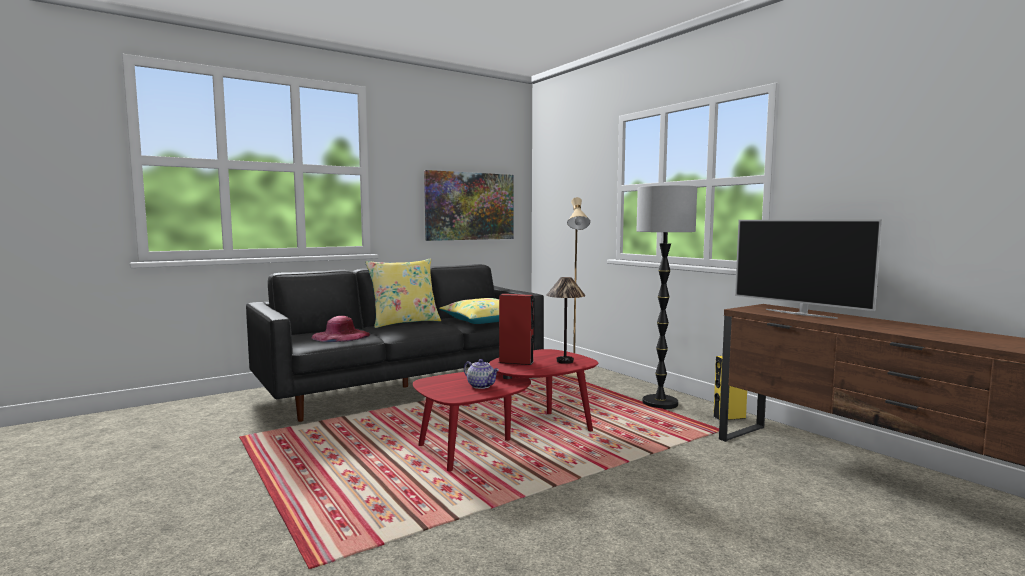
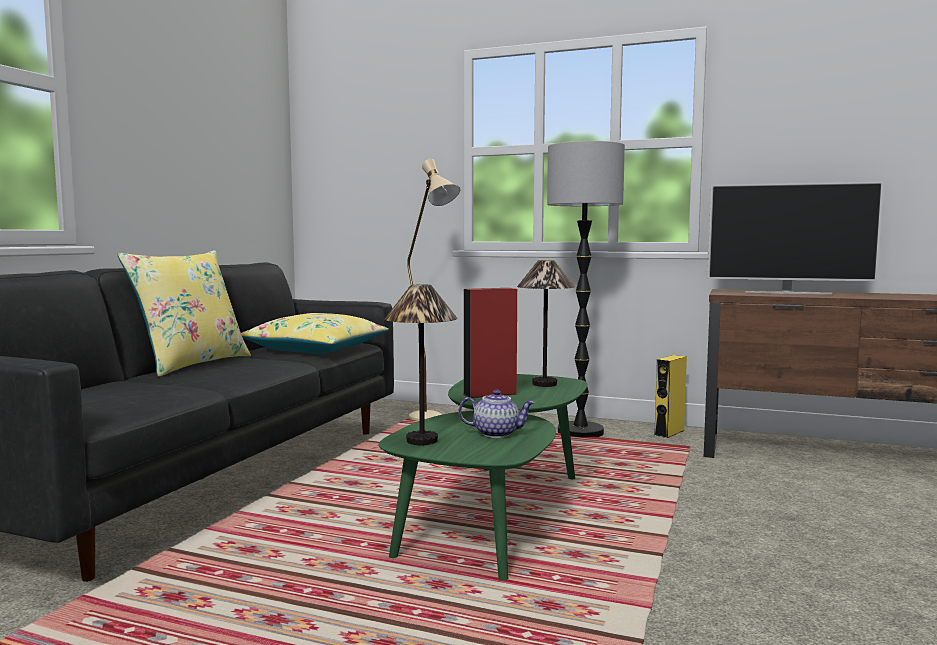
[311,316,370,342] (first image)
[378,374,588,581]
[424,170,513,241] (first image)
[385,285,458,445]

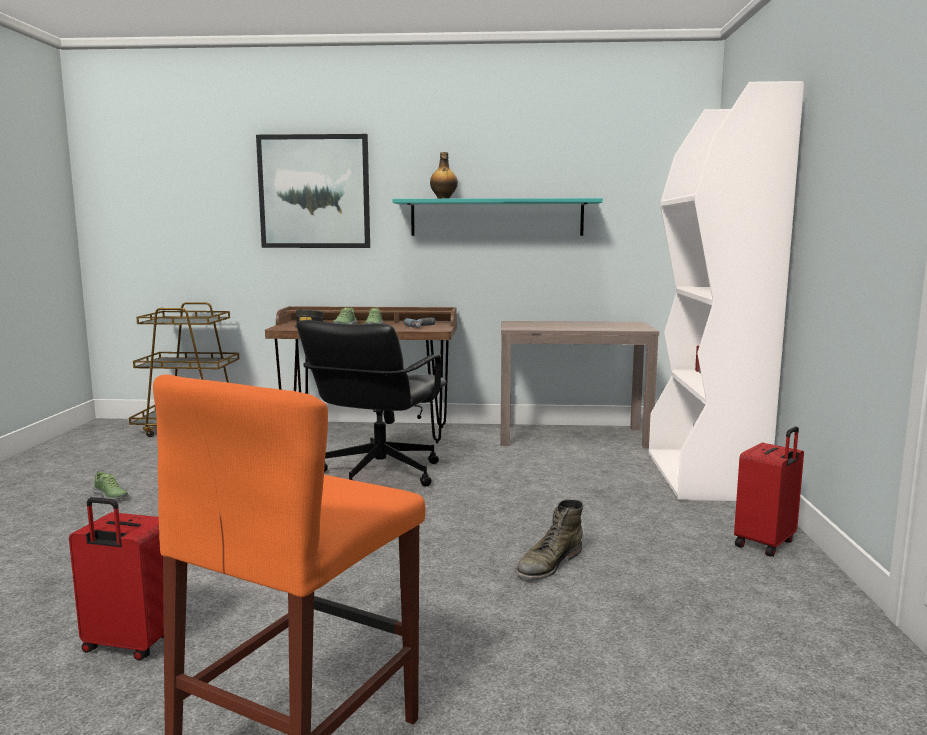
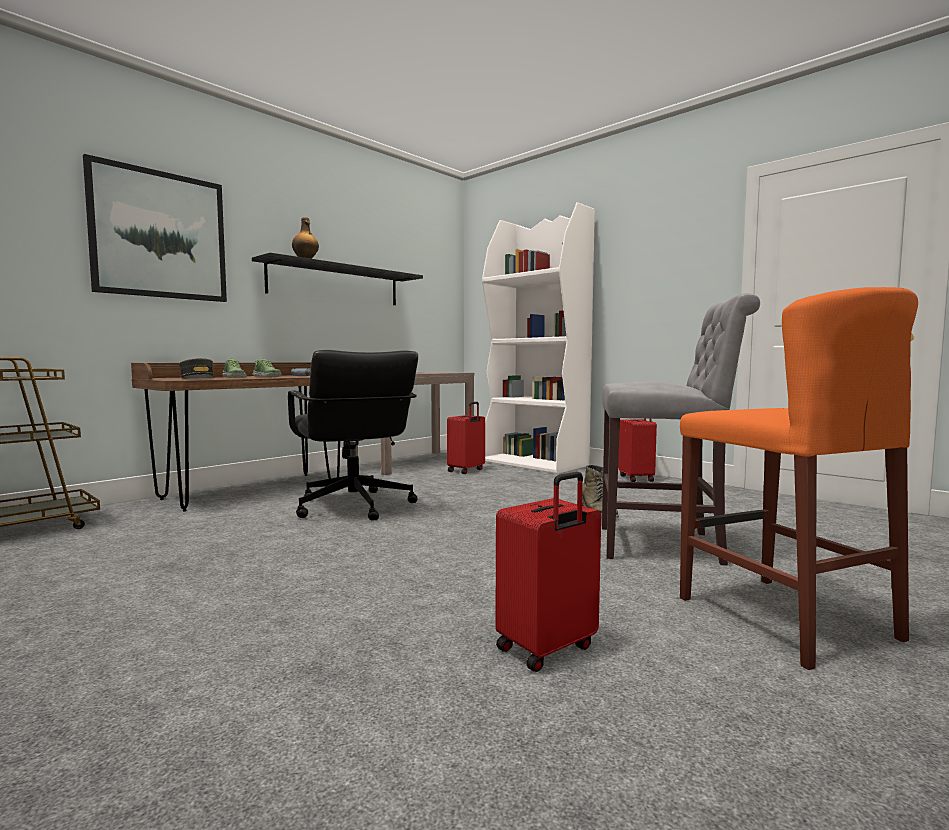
[92,470,129,500] (first image)
[252,253,423,305]
[447,402,485,474]
[602,293,760,566]

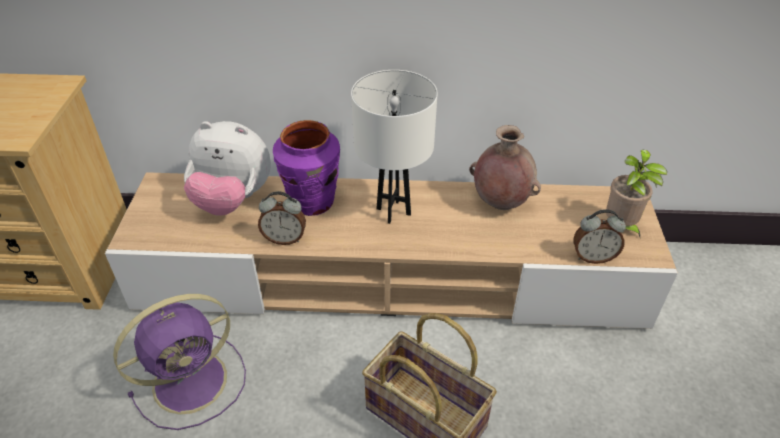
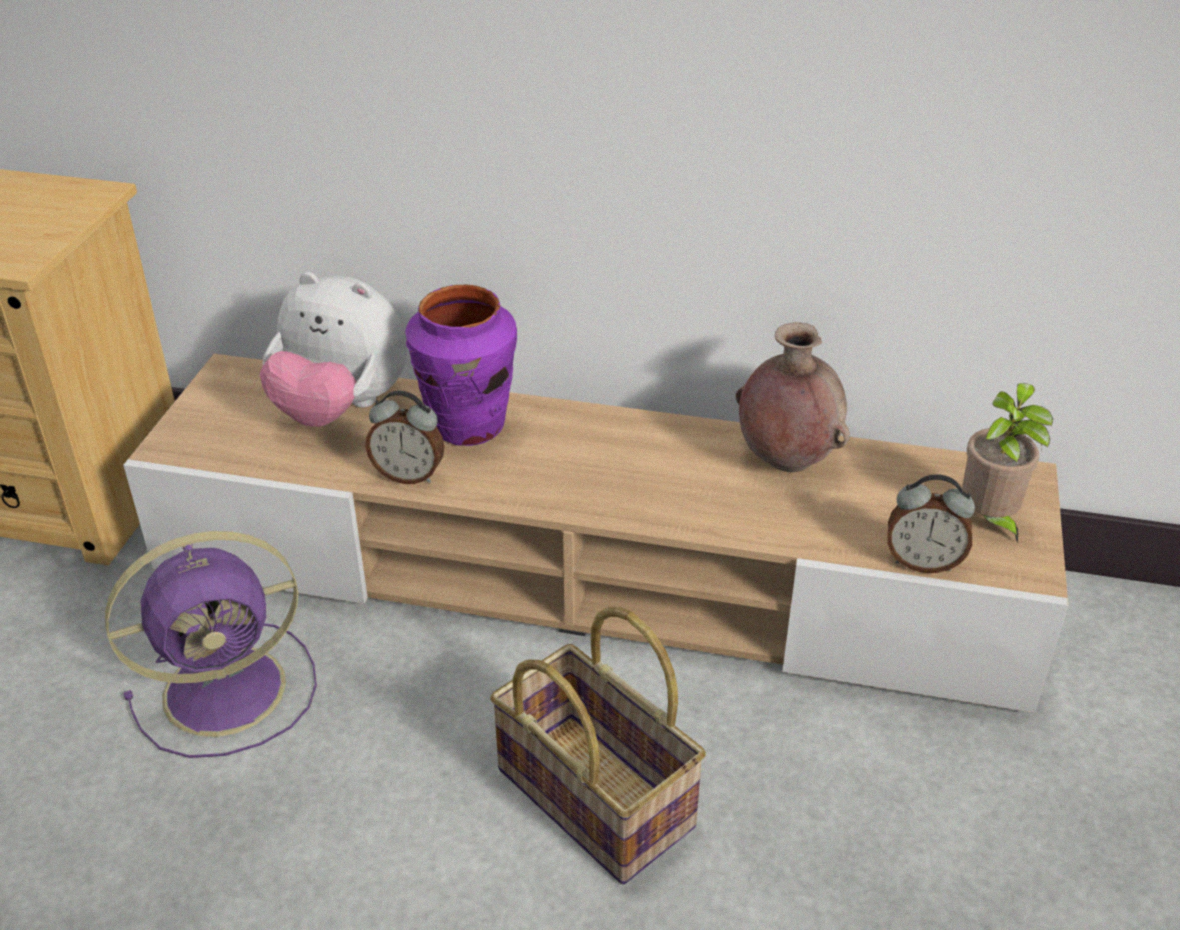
[351,70,438,224] (first image)

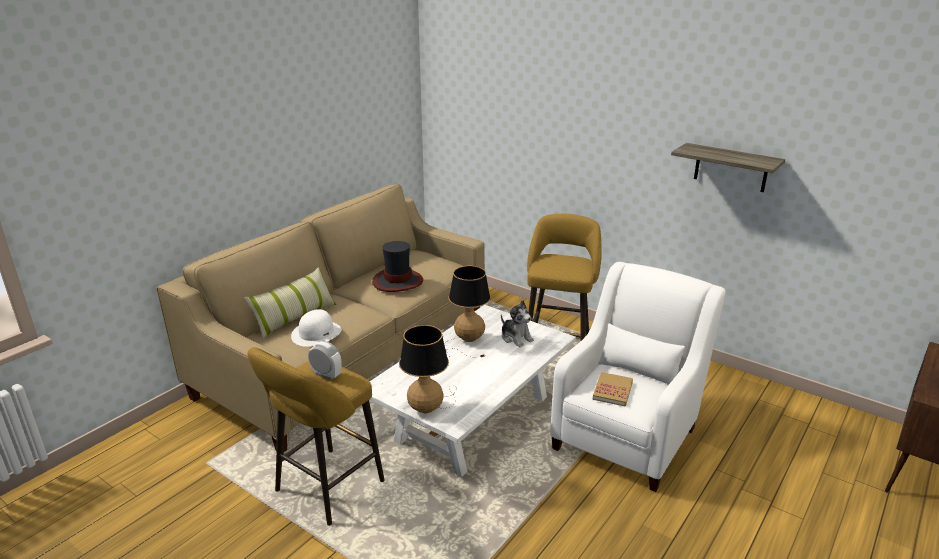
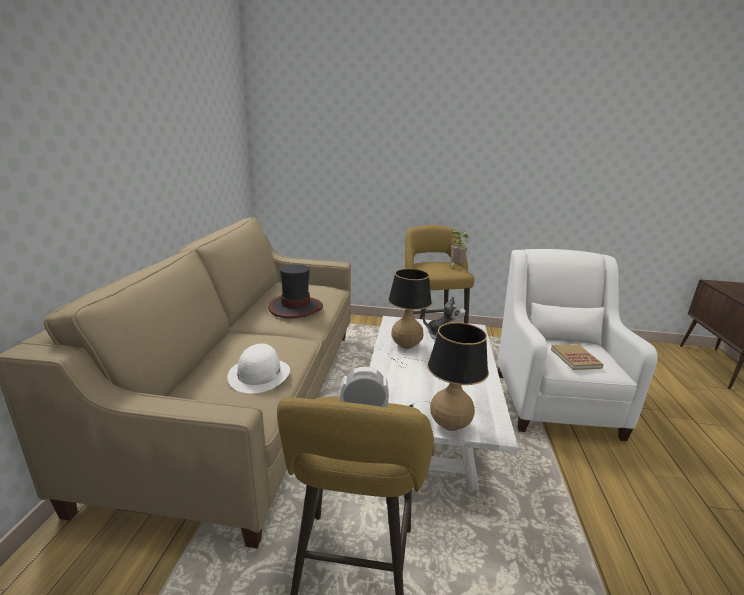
[244,267,336,339] (first image)
[671,143,785,192] (first image)
[450,230,468,267]

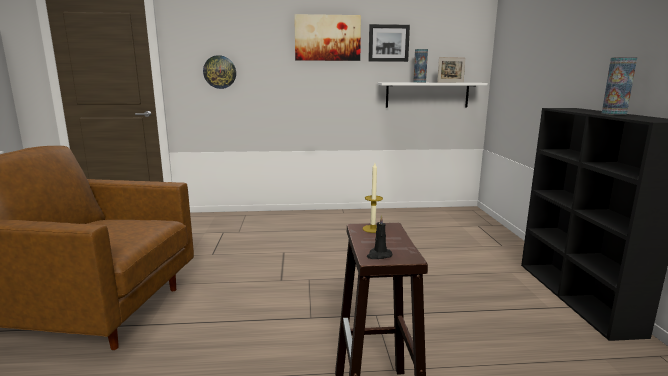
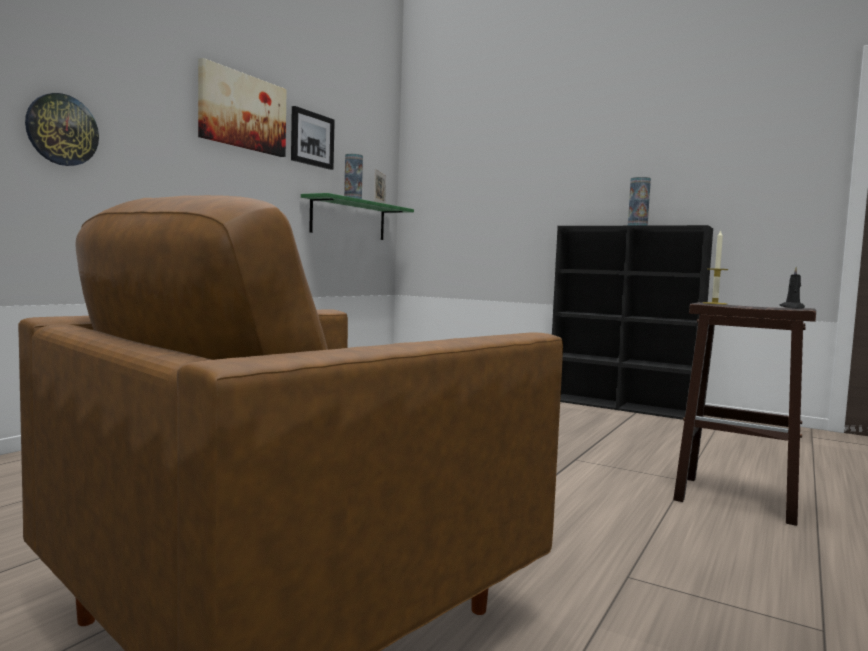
[301,193,414,240]

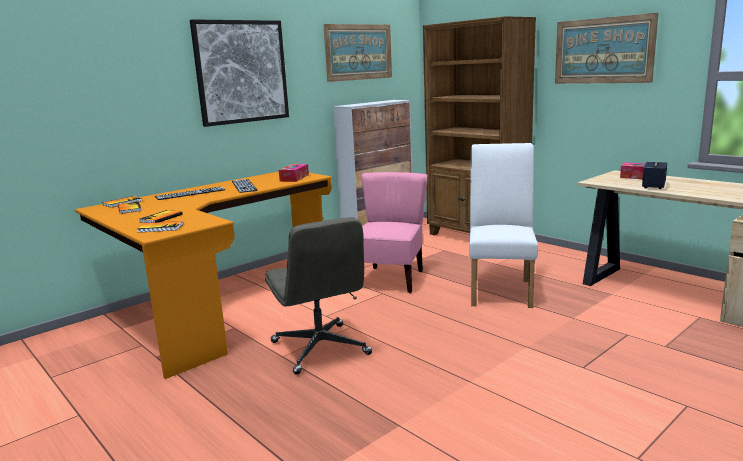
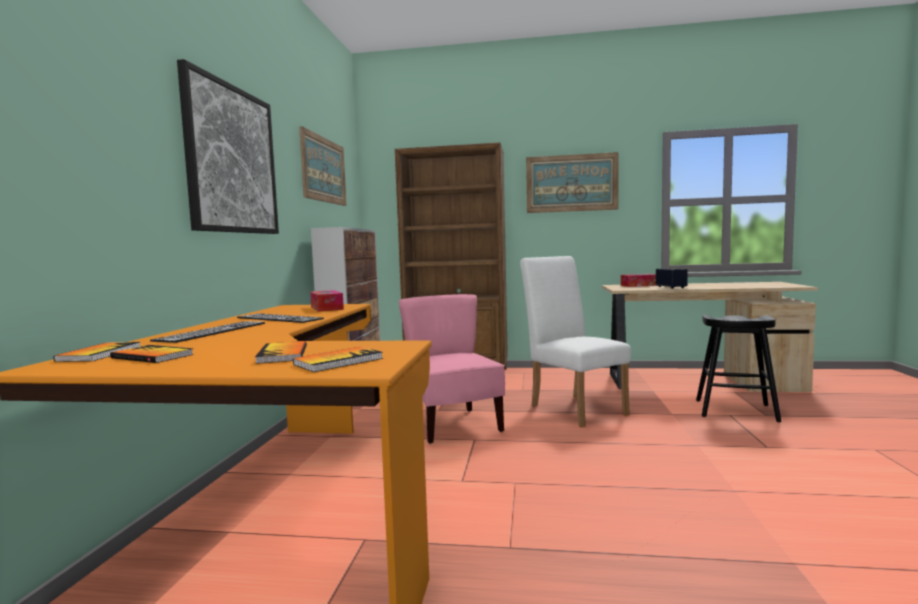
[265,217,372,375] (first image)
[696,314,781,423]

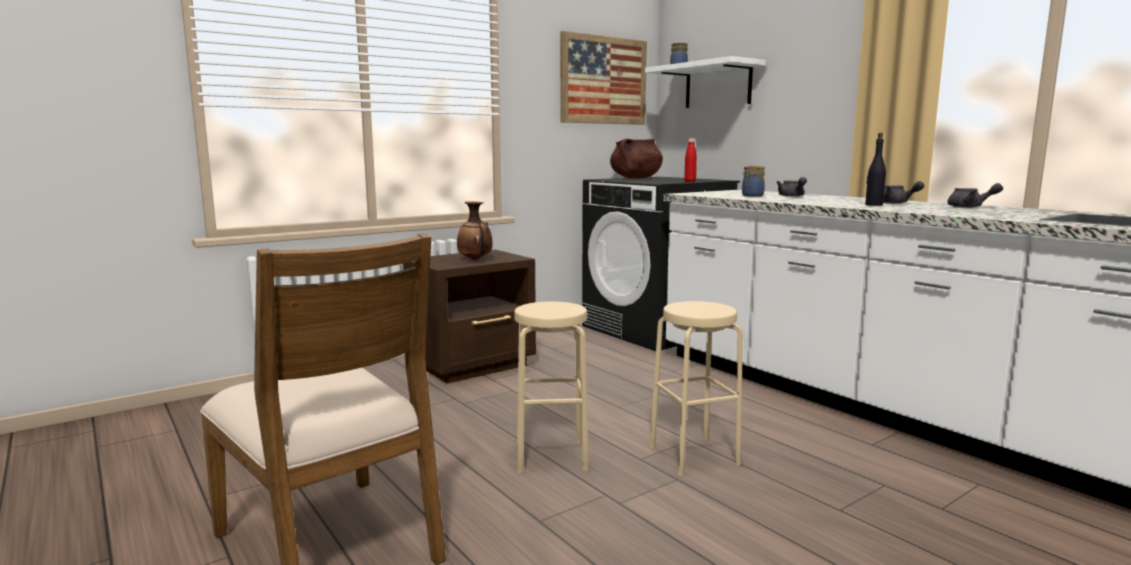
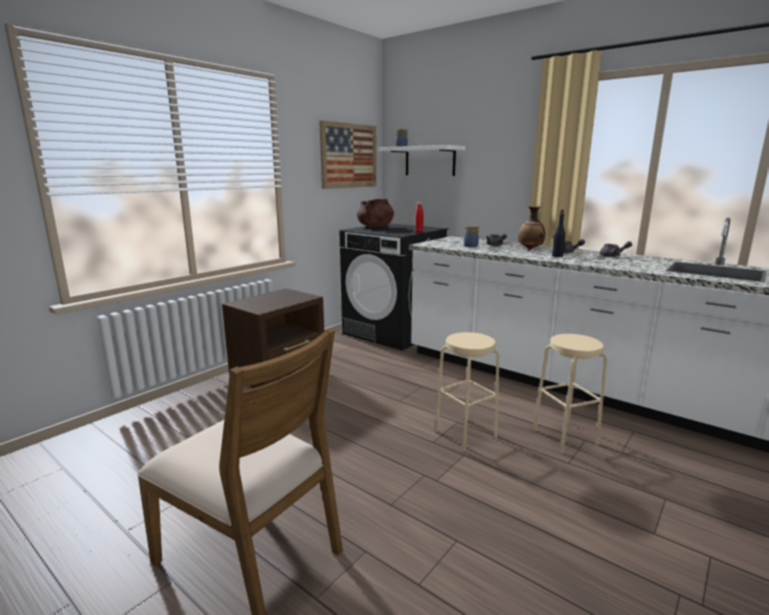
[518,206,545,249]
[533,334,607,453]

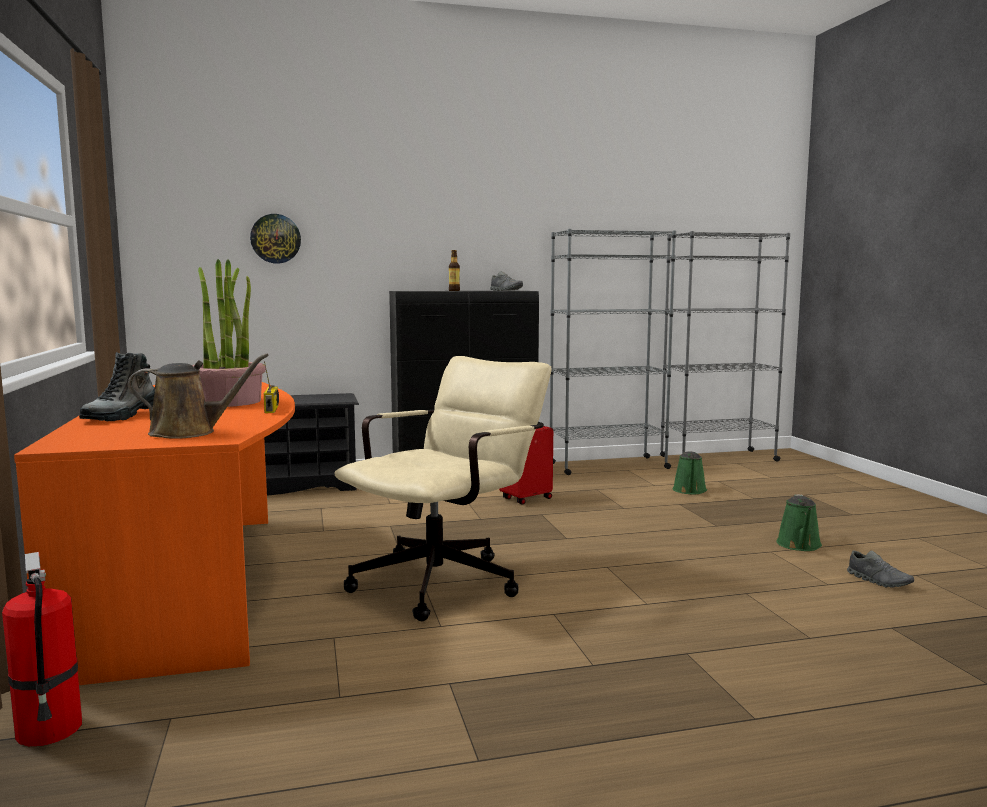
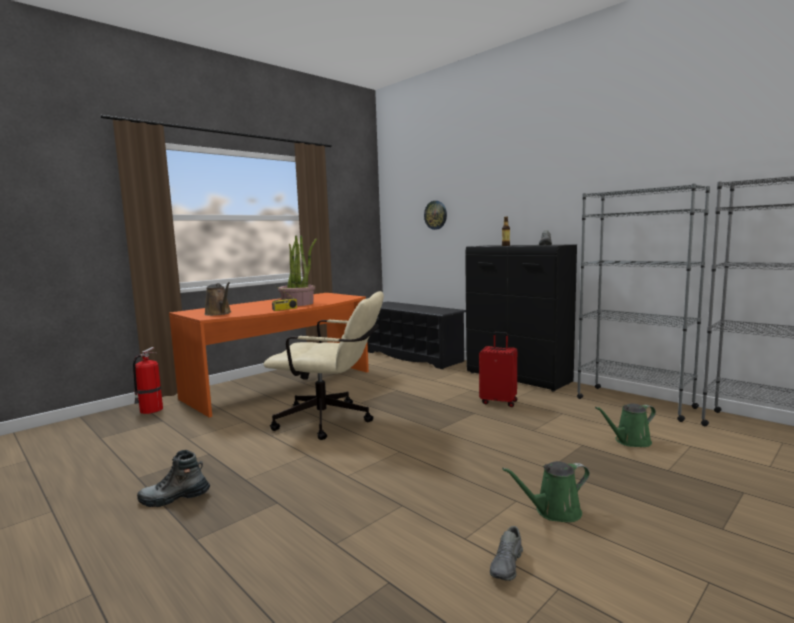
[137,450,210,507]

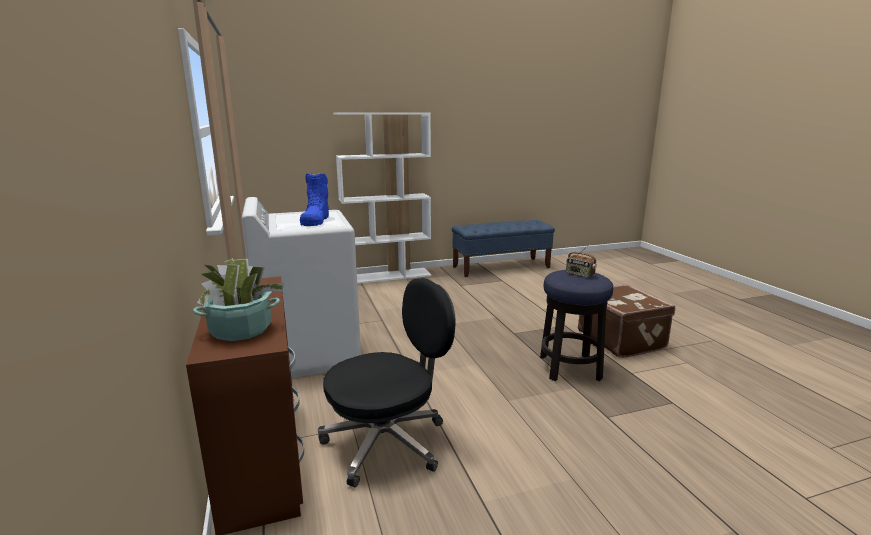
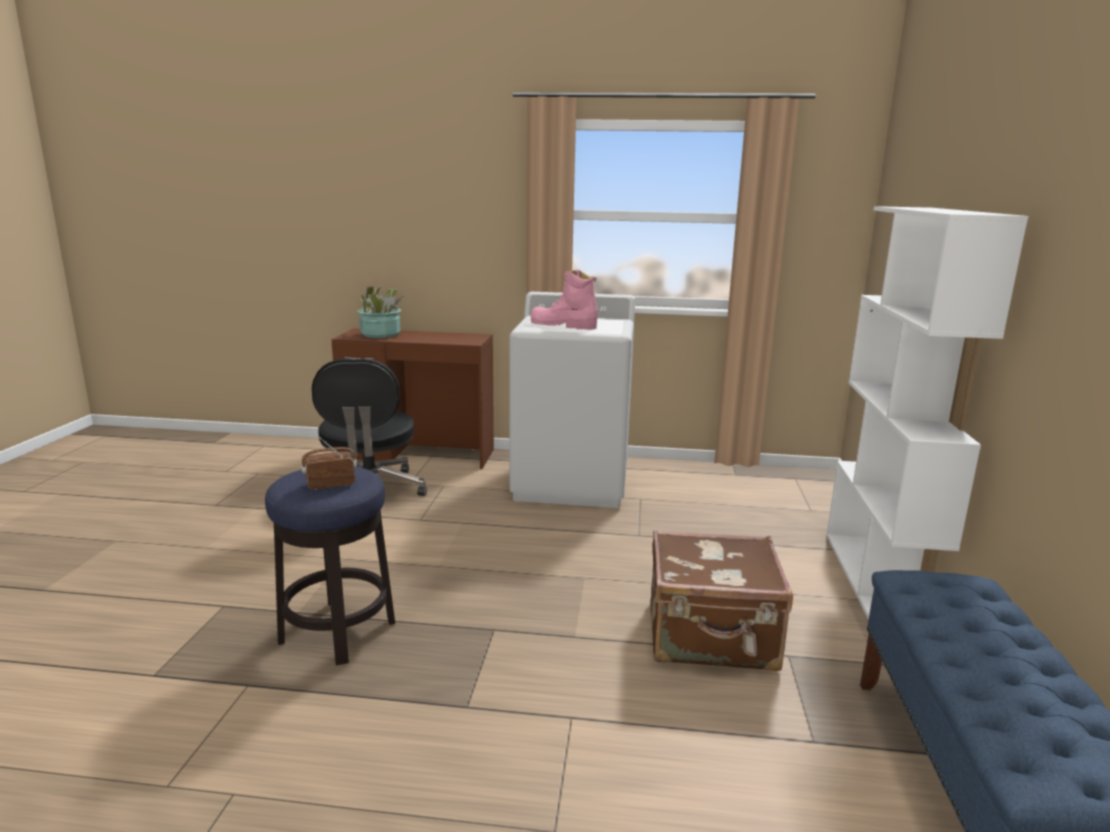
[531,270,598,330]
[650,530,793,671]

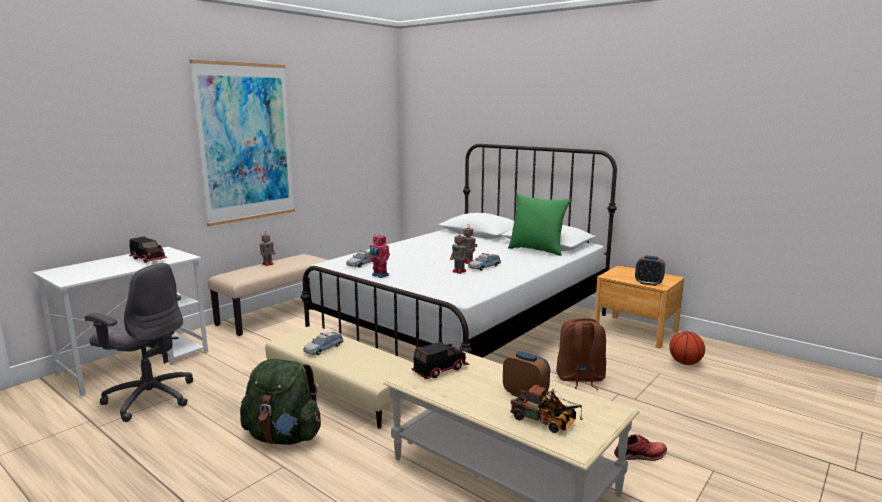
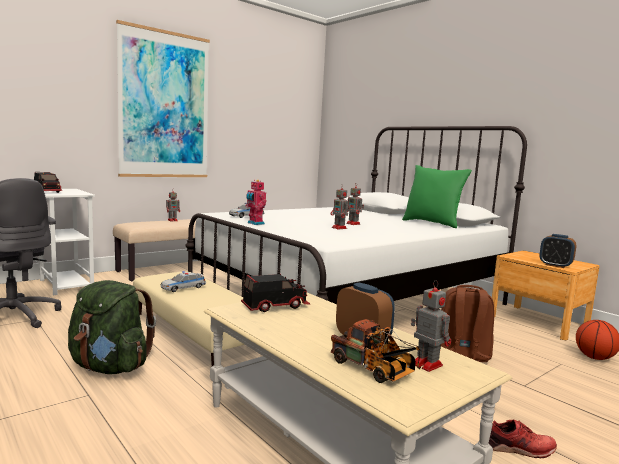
[468,253,501,271] (first image)
[411,280,451,372]

